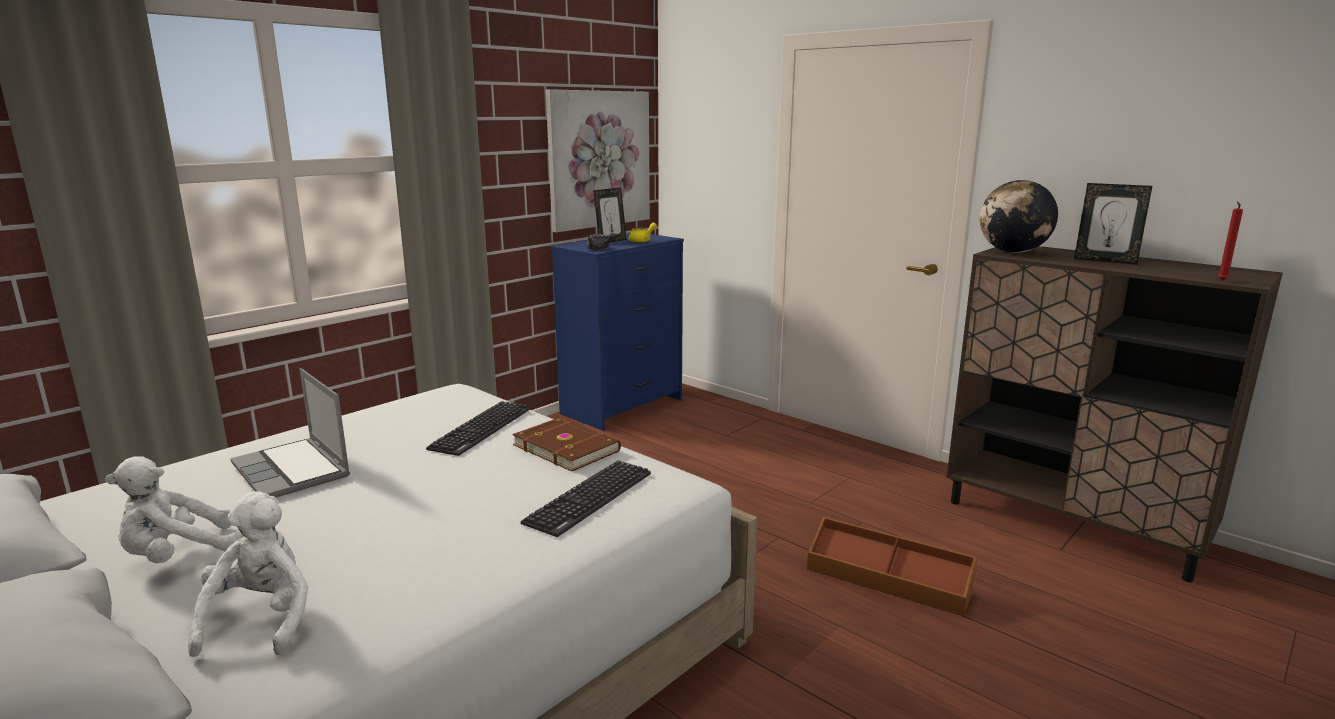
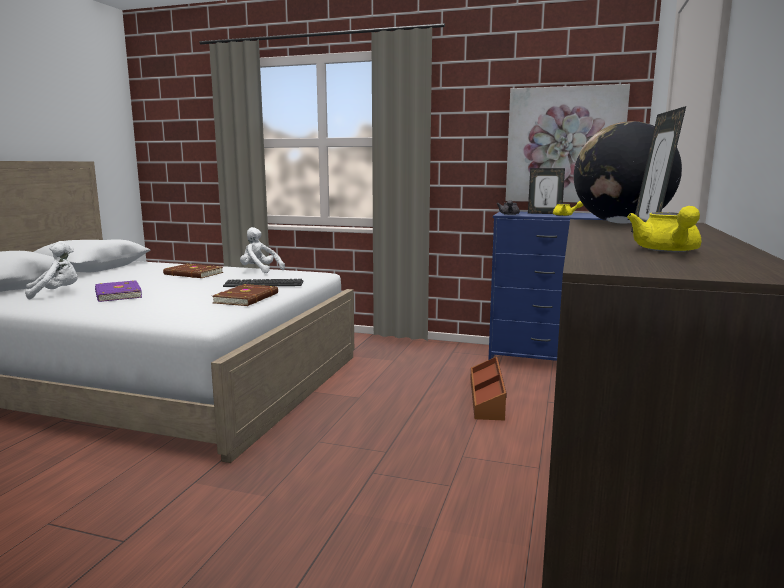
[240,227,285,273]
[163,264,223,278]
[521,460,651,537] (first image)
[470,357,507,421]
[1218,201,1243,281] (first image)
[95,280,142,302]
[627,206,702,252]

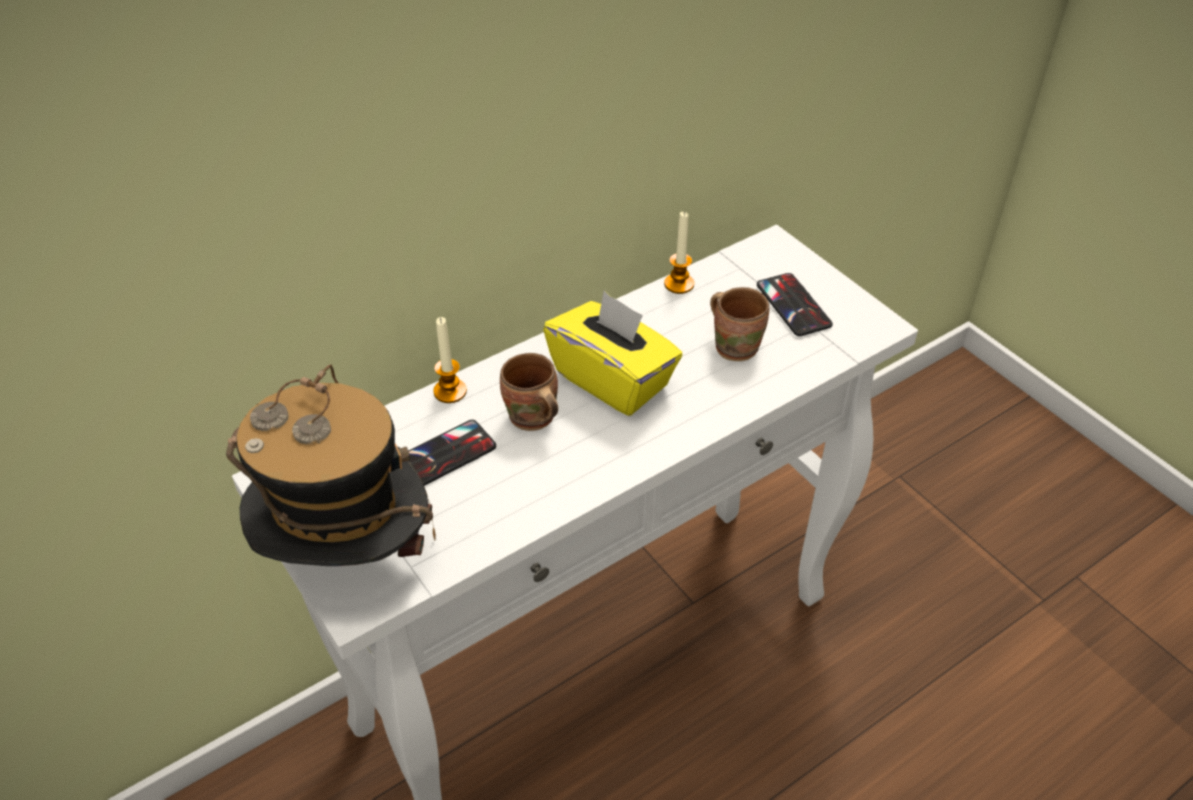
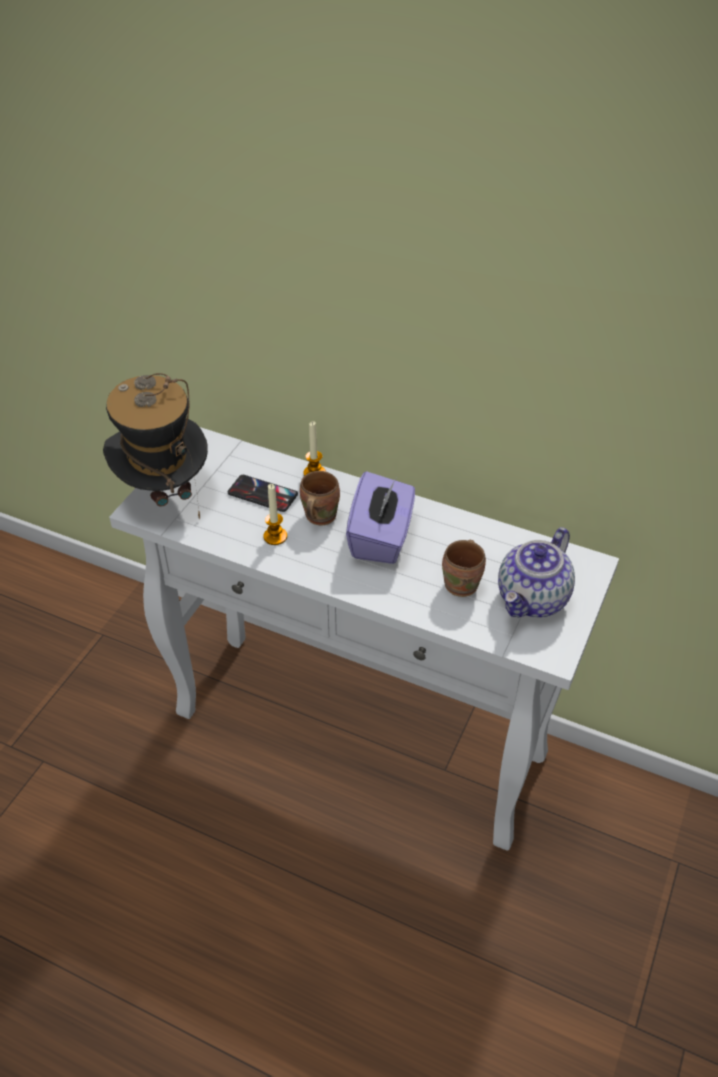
[346,471,415,564]
[263,484,287,545]
[498,527,575,617]

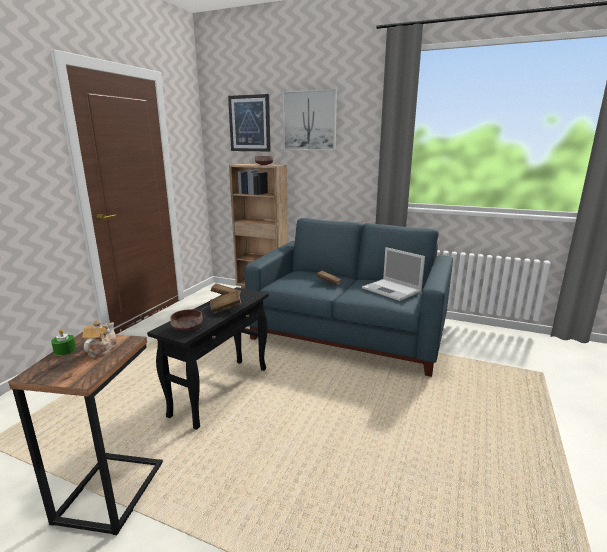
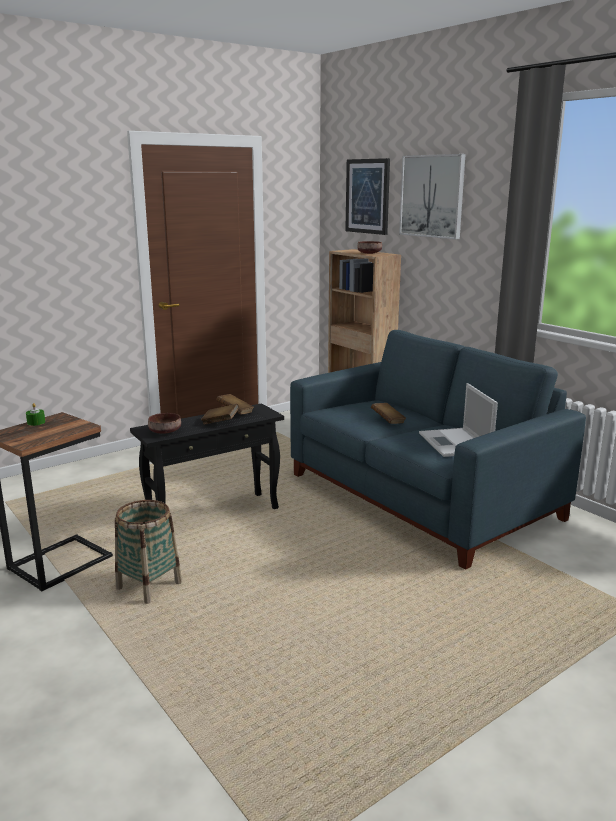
[82,320,118,357] (first image)
[115,500,182,604]

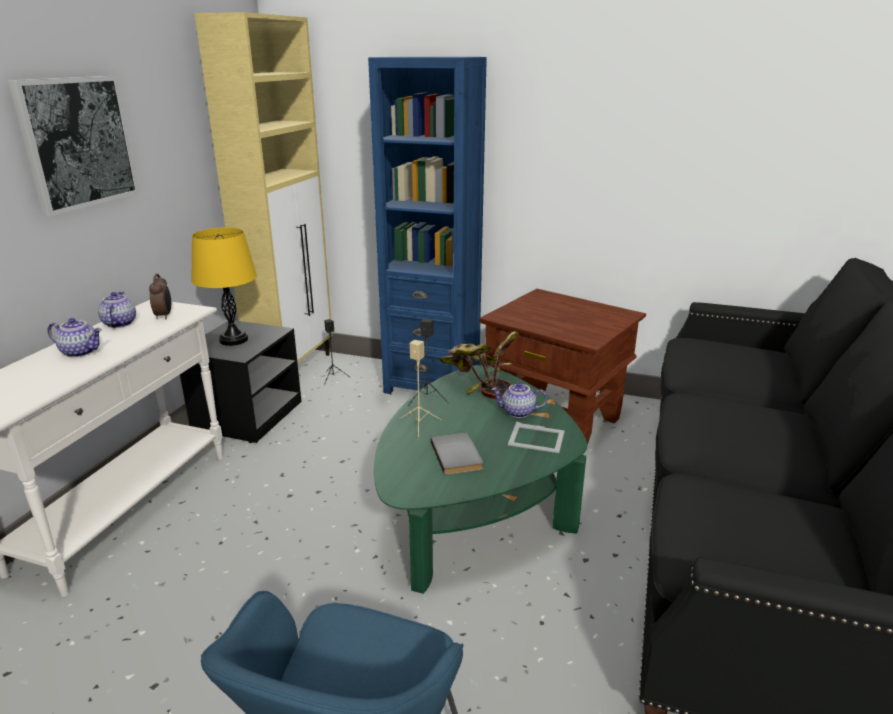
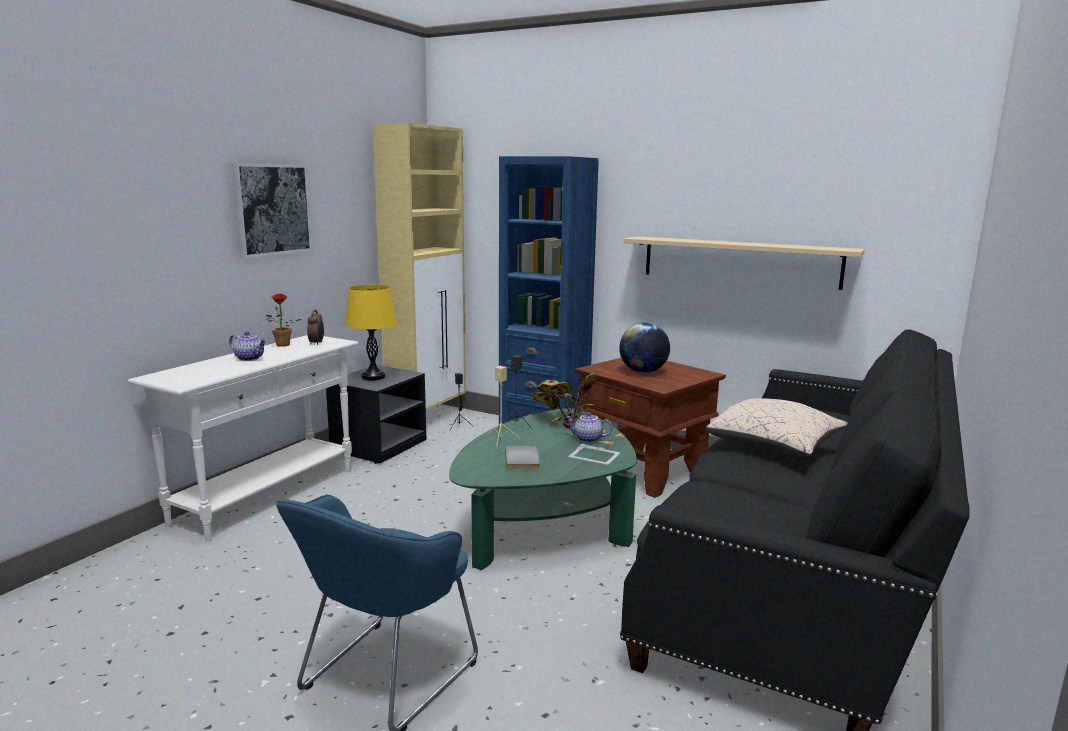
[266,293,301,347]
[619,323,670,373]
[624,236,865,290]
[705,398,848,457]

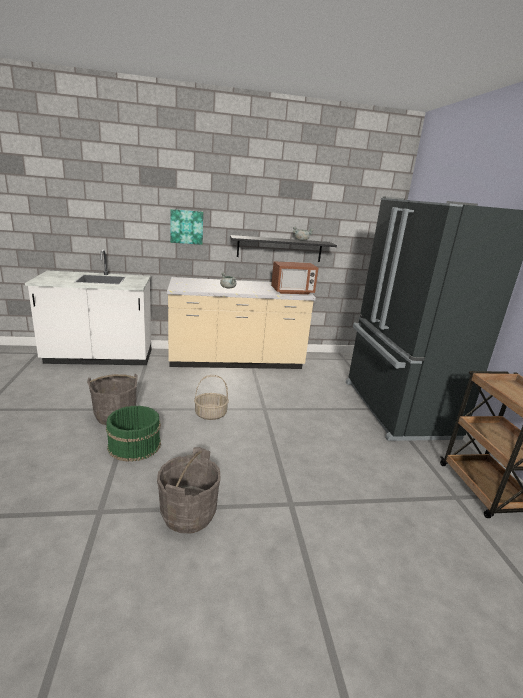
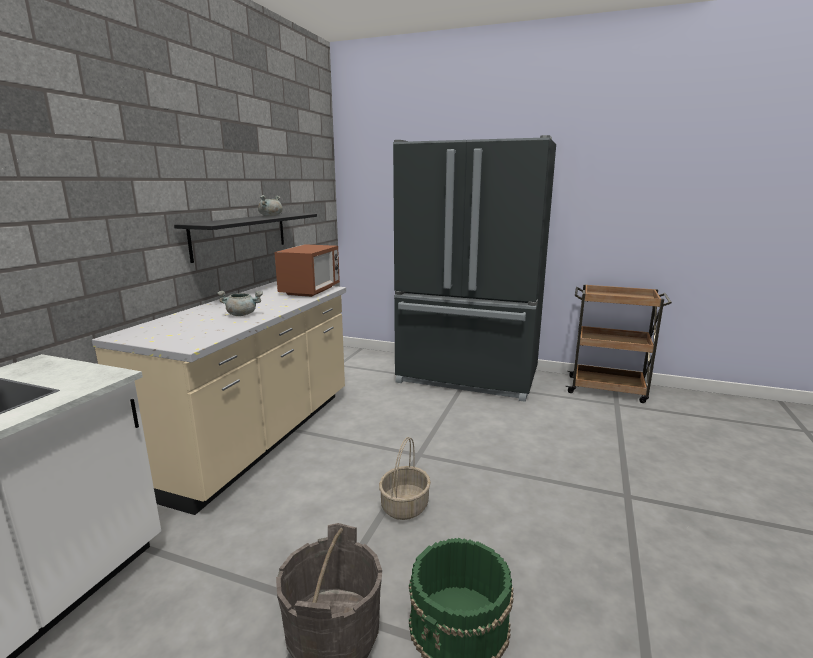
[157,447,221,533] (first image)
[170,209,203,245] (first image)

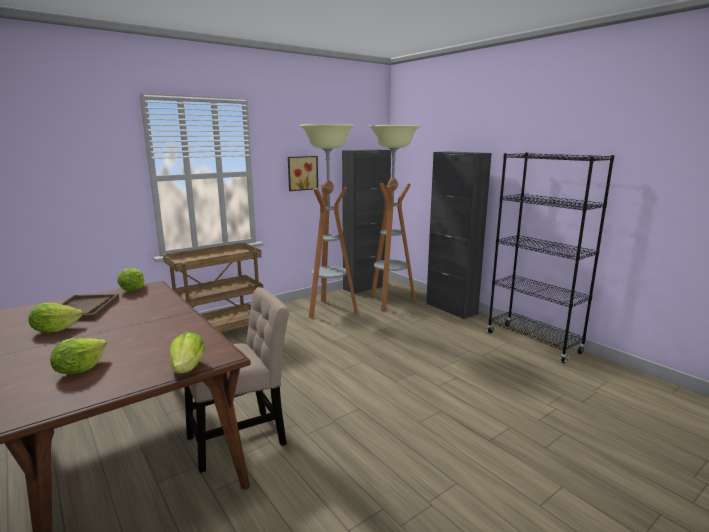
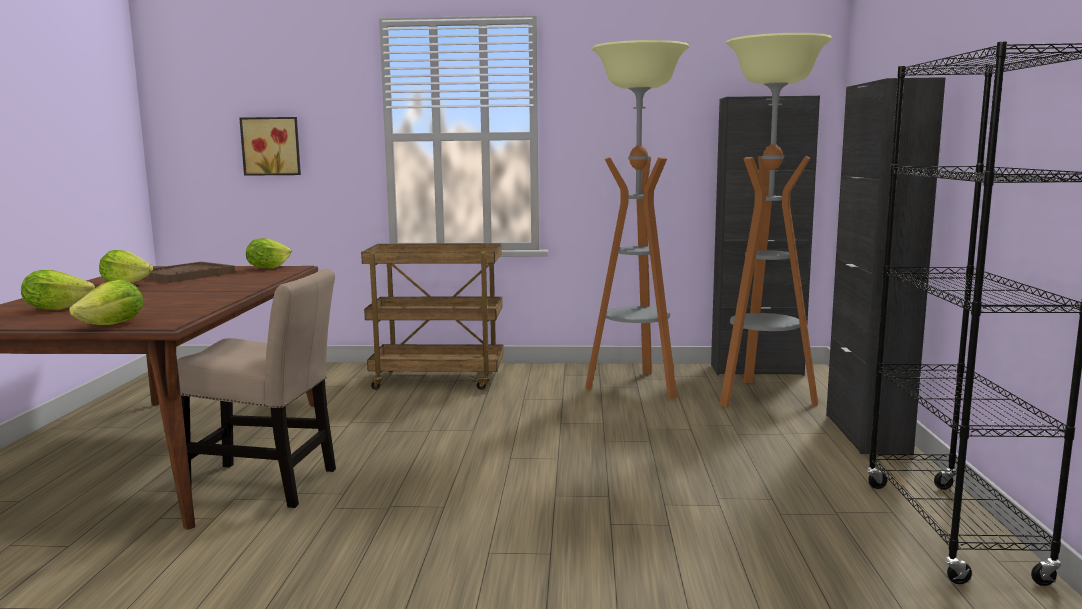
[239,117,301,176]

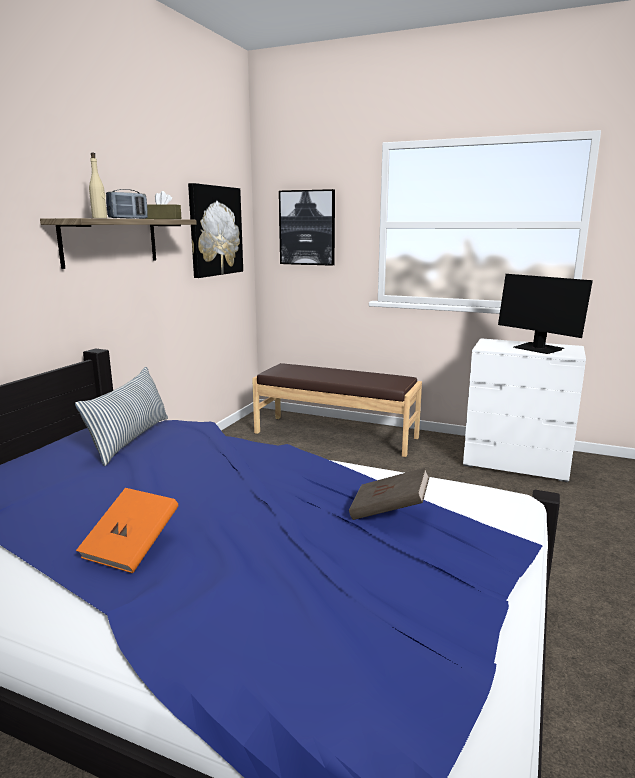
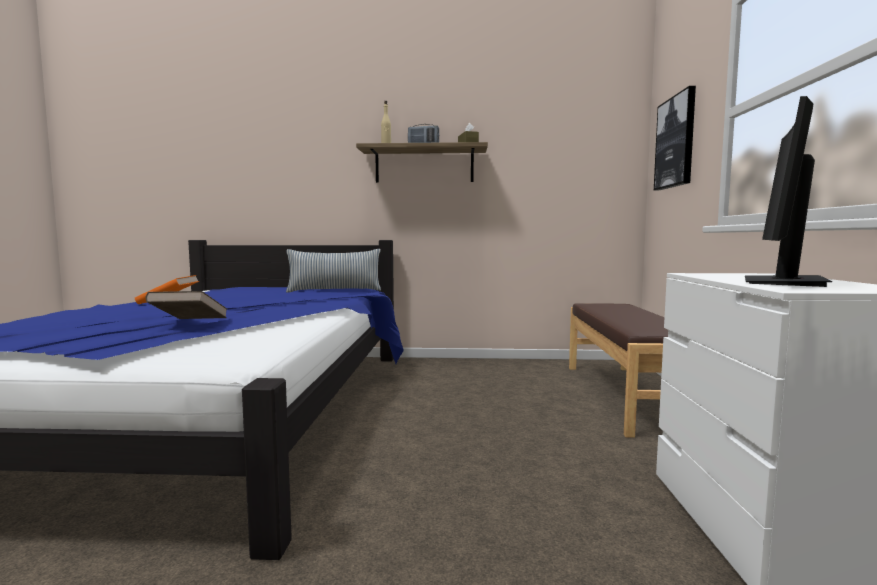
[188,183,243,278] (first image)

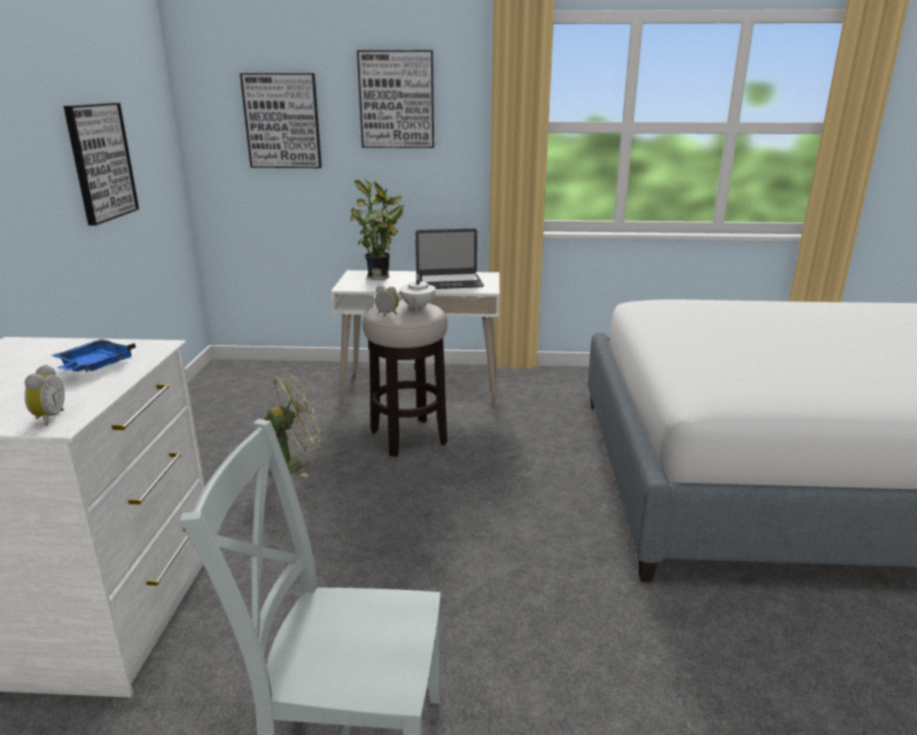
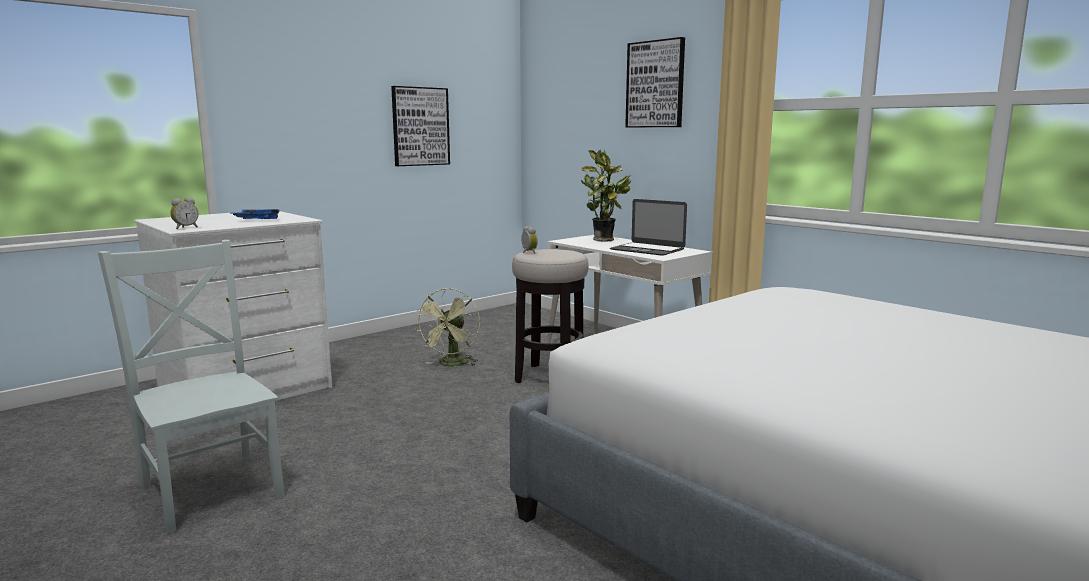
[240,73,322,168] (first image)
[415,288,480,366]
[399,271,436,310] (first image)

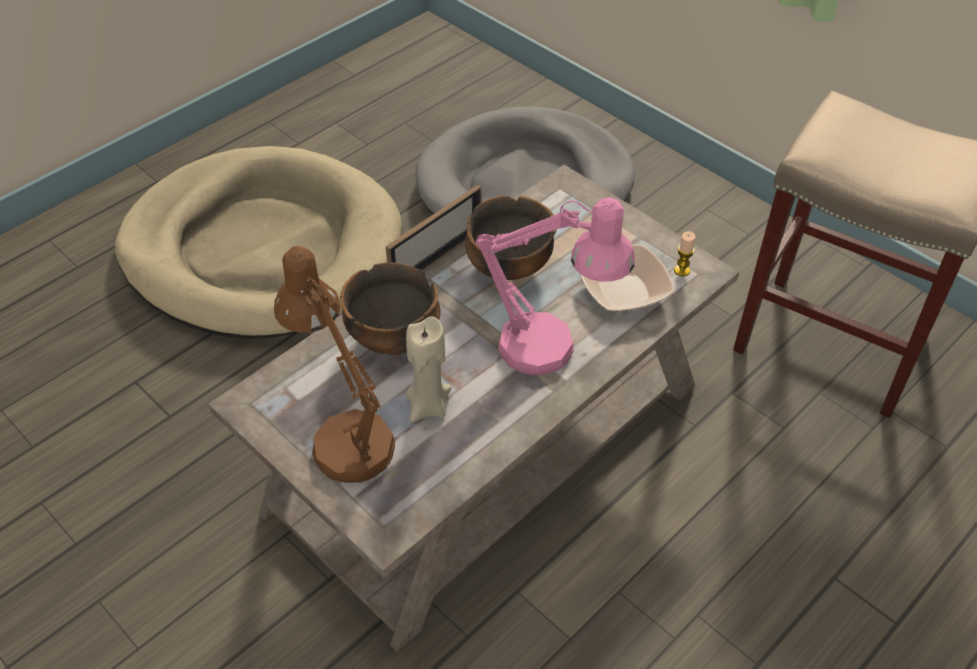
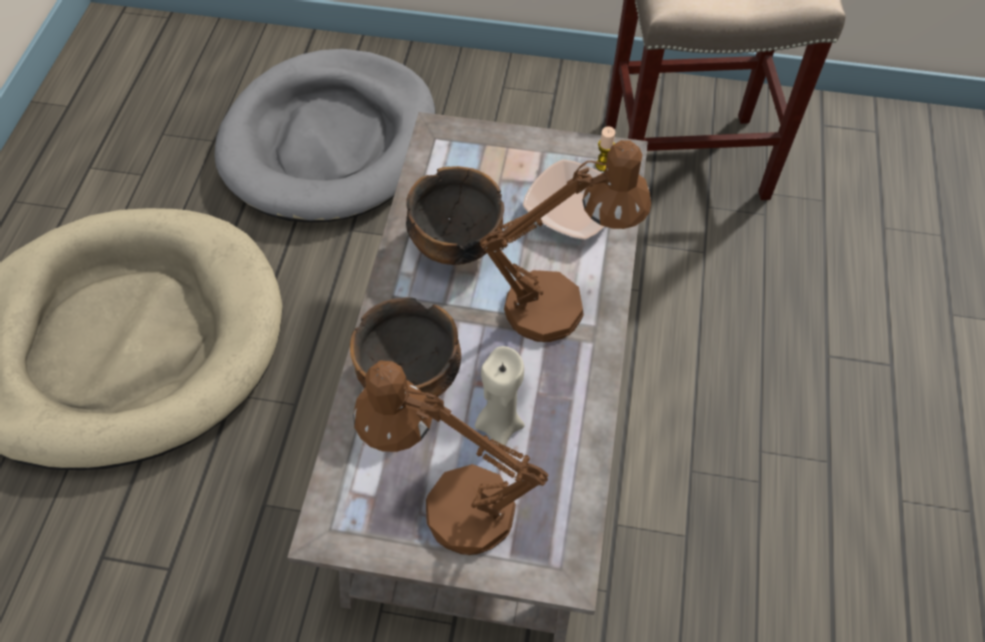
[386,185,481,271] (first image)
[480,140,651,342]

